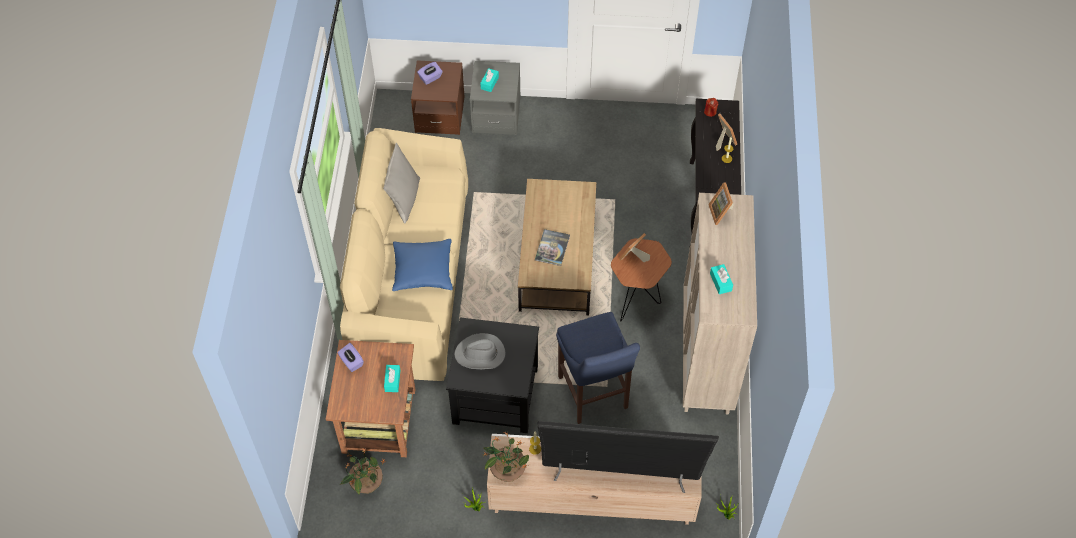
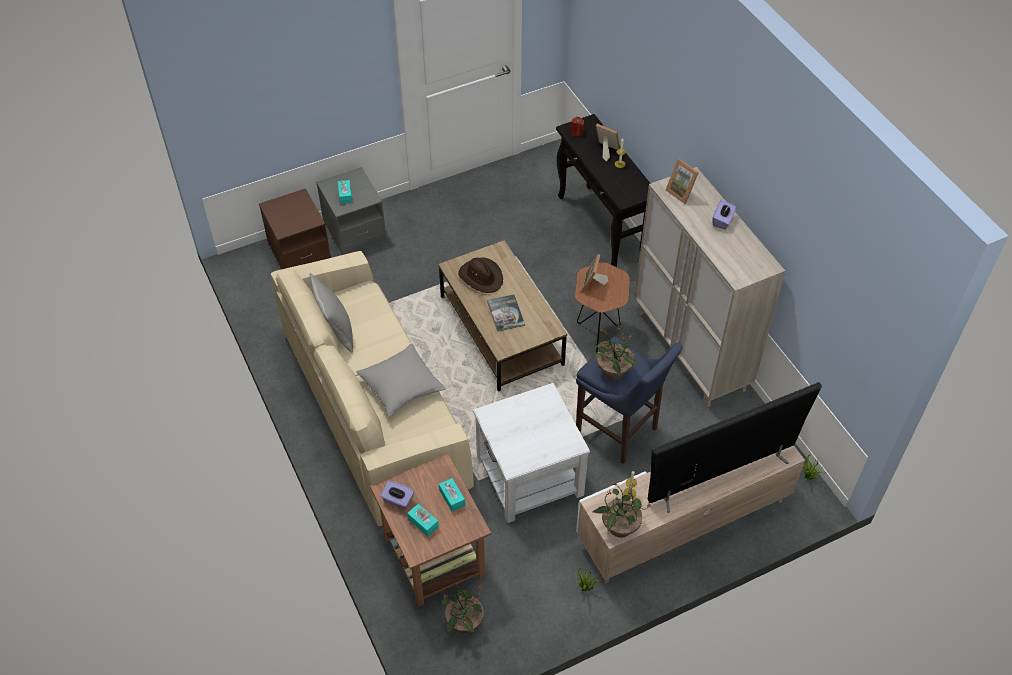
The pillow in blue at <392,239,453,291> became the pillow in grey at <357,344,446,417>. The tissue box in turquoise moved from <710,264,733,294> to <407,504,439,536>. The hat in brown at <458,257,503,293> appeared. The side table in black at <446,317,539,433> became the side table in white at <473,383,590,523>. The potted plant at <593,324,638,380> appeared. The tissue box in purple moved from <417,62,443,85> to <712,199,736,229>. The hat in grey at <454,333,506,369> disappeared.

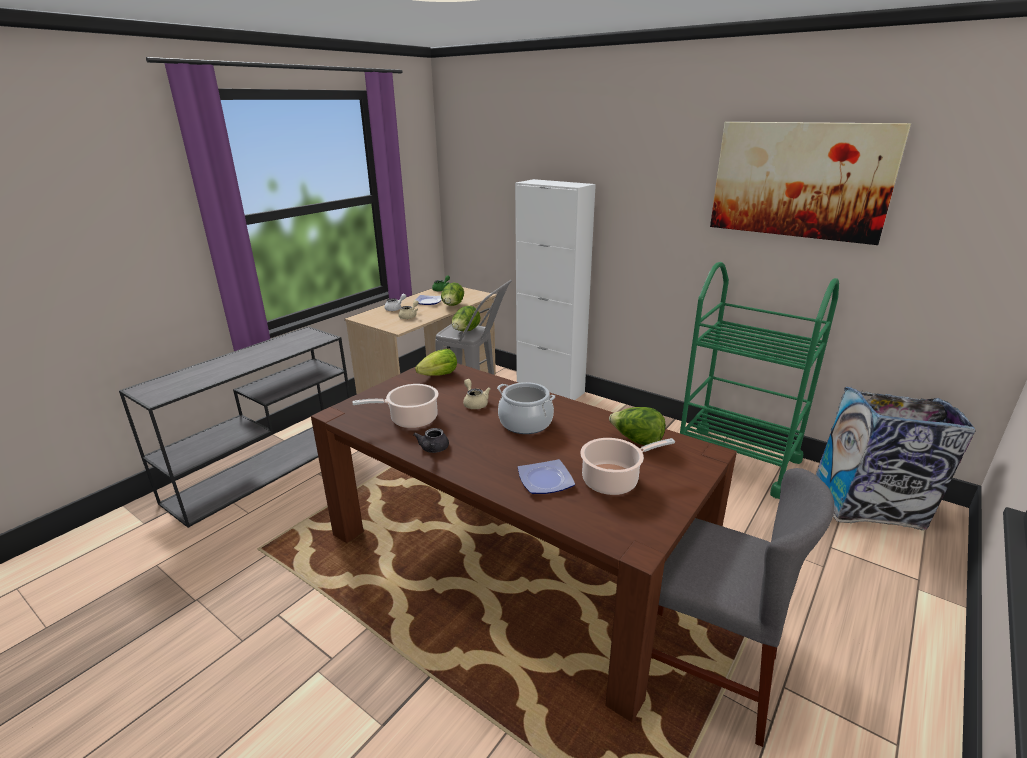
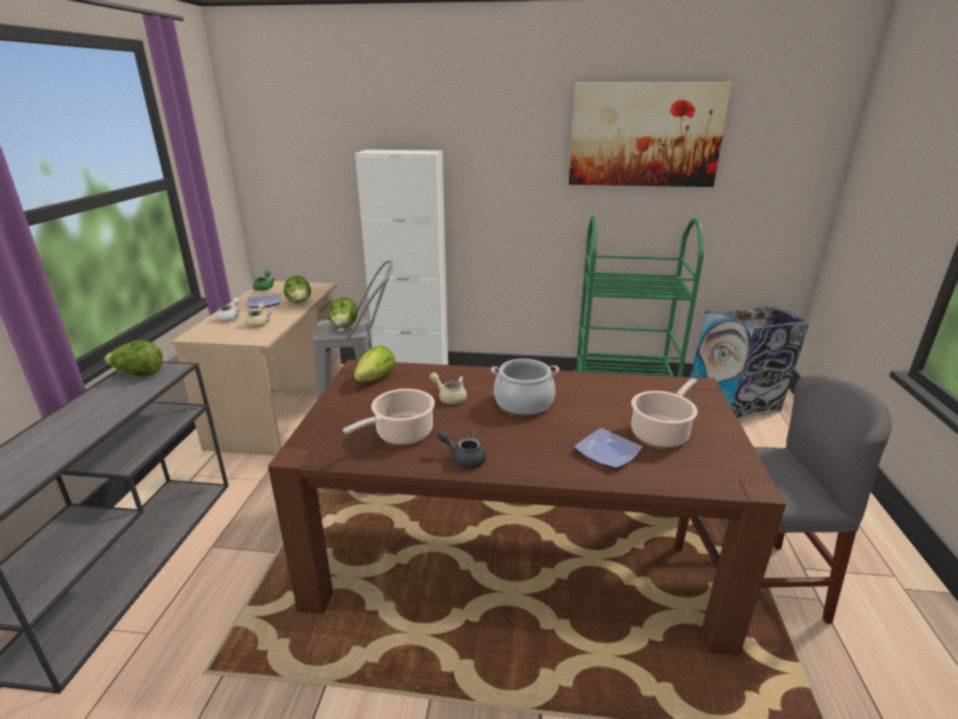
The lettuce moved from <609,407,666,445> to <104,340,163,376>. The teapot in grey at <413,428,449,453> turned 135 degrees clockwise.

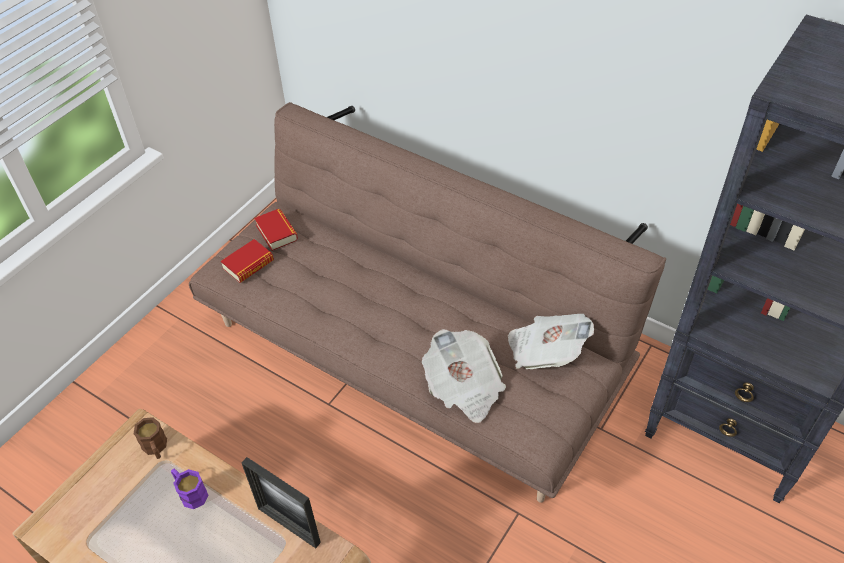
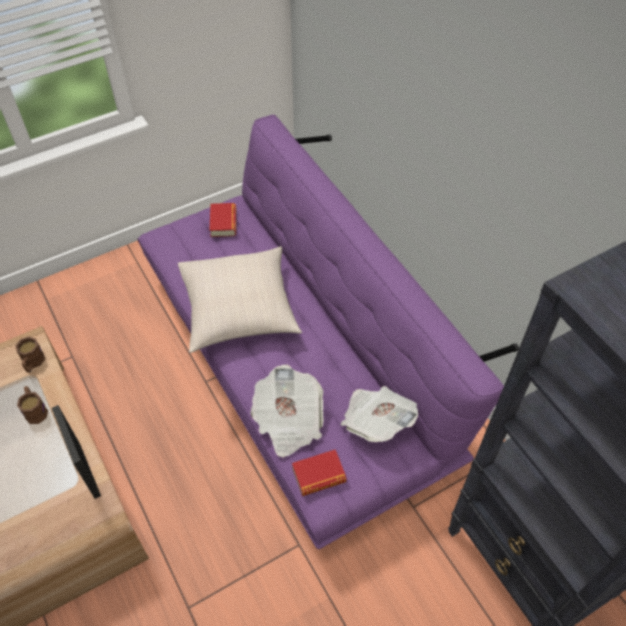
The mug in purple at <171,469,208,509> became the mug in brown at <17,386,48,424>. The sofa in brown at <189,102,666,503> became the sofa in purple at <138,115,519,549>. The pillow in beige at <178,246,302,353> appeared. The book moved from <221,239,274,283> to <292,449,347,496>.

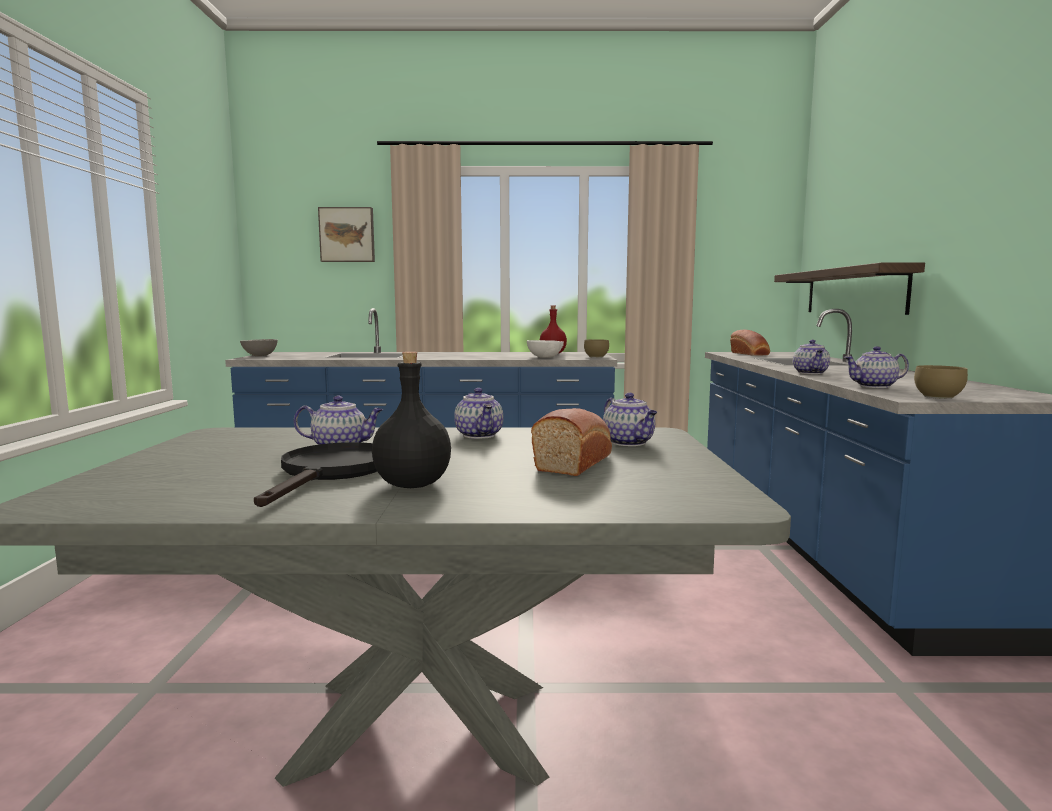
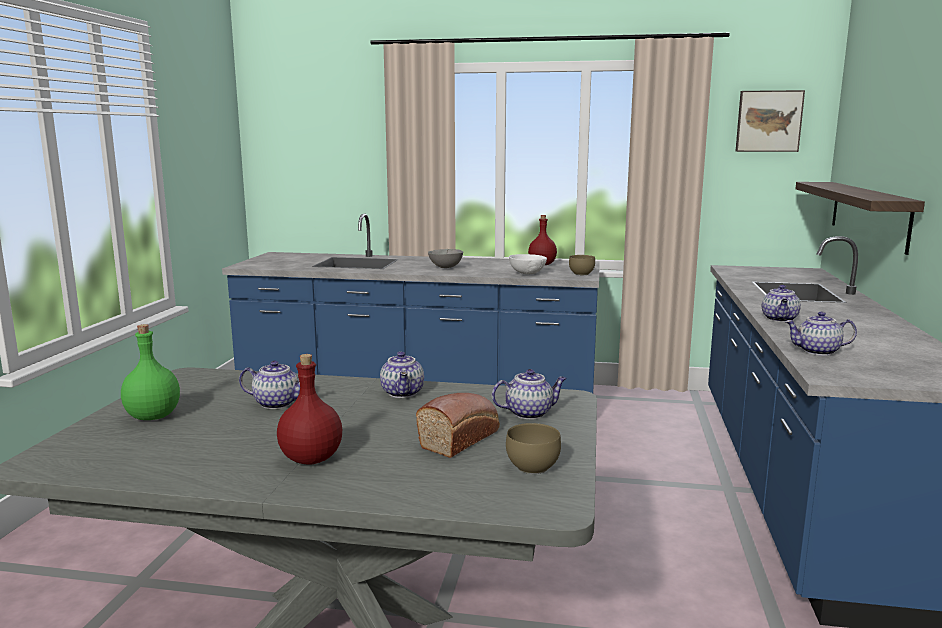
The bottle in green at <121,324,180,420> appeared. The bottle in black at <372,352,451,488> became the bottle in red at <277,354,342,465>. The bowl in grey moved from <240,339,278,356> to <428,249,463,268>. The teapot at <603,393,657,446> turned 90 degrees counterclockwise. The bowl in brown moved from <914,365,968,399> to <506,423,561,474>. The picture moved from <318,207,375,262> to <736,90,805,152>. The frying pan in black at <254,442,377,507> disappeared. The bread at <730,330,770,356> disappeared.

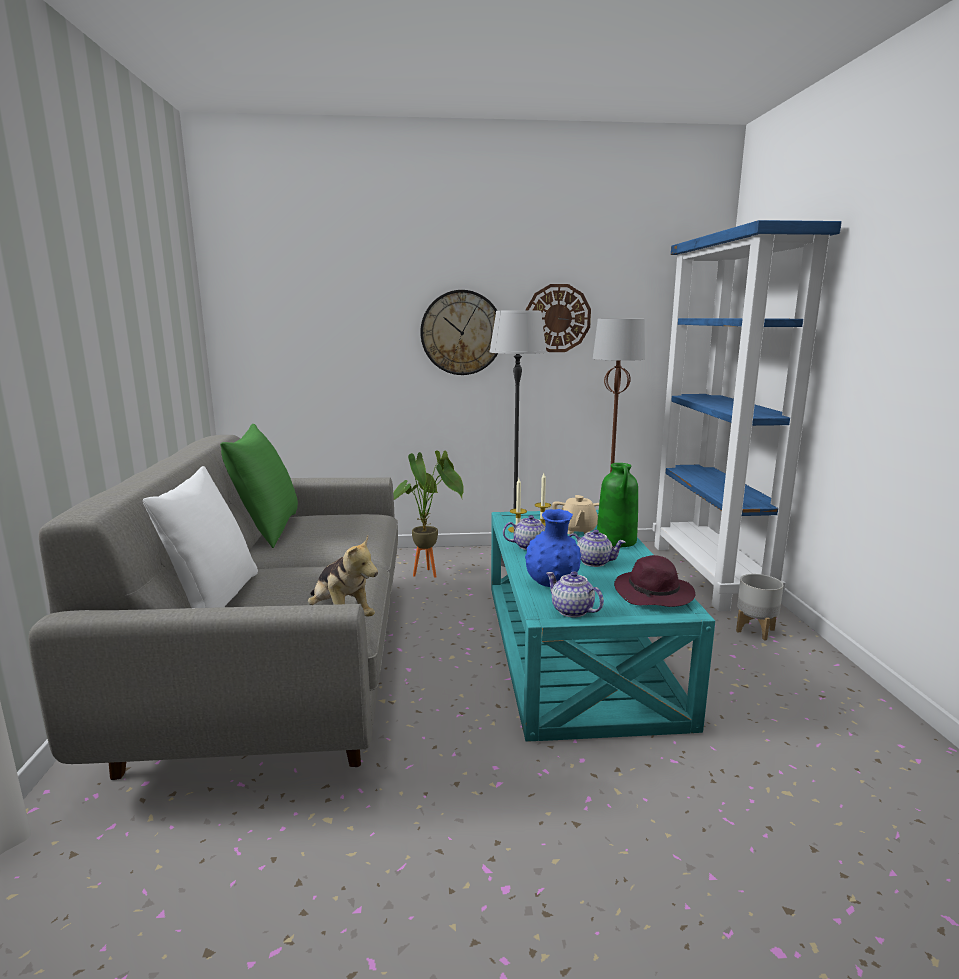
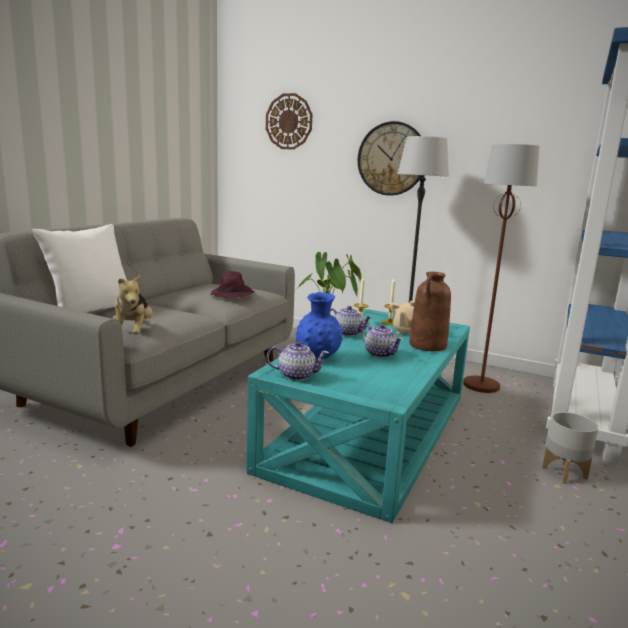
The hat in purple moved from <614,555,695,607> to <211,271,255,298>. The wall clock moved from <526,284,591,352> to <266,93,313,150>. The teapot at <546,571,604,617> turned 105 degrees clockwise. The vase in green at <597,463,638,547> became the vase in brown at <409,272,451,351>. The pillow in green at <220,424,298,548> disappeared.

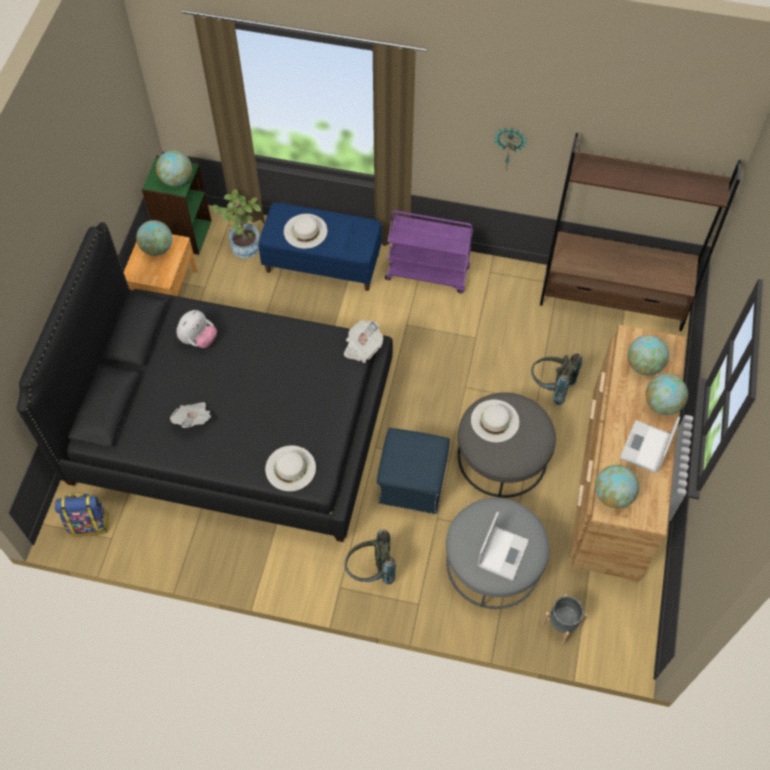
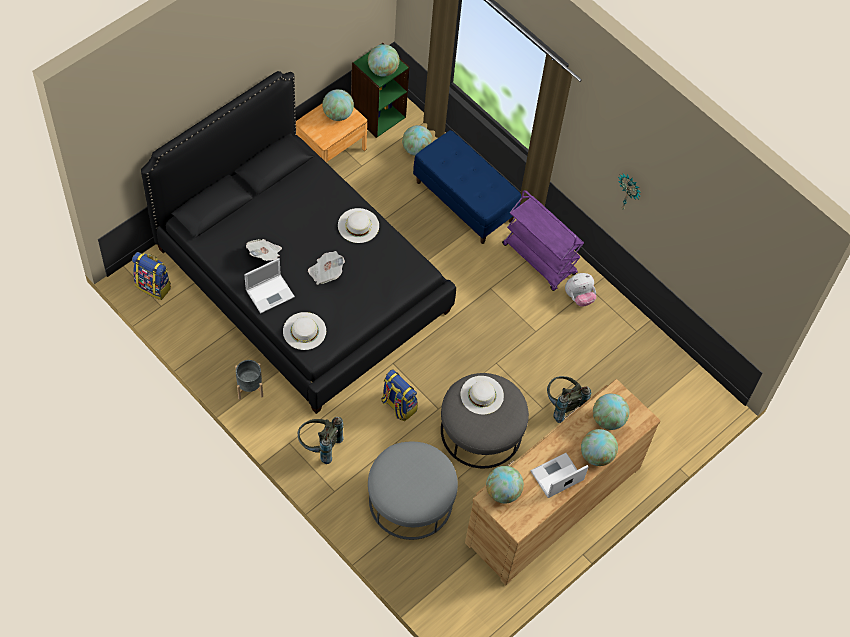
The planter in grey moved from <542,594,588,644> to <235,360,263,400>. The laptop moved from <477,512,529,581> to <244,258,295,313>. The newspaper moved from <344,320,383,363> to <308,251,345,285>. The hat in white moved from <284,214,327,249> to <338,208,379,243>. The ottoman in blue at <377,428,450,514> was replaced by the backpack at <382,370,418,421>. The potted plant at <211,189,261,258> was replaced by the globe at <402,125,433,156>. The plush toy moved from <176,310,217,348> to <565,273,596,307>. The bookcase in brown at <540,133,742,331> disappeared.

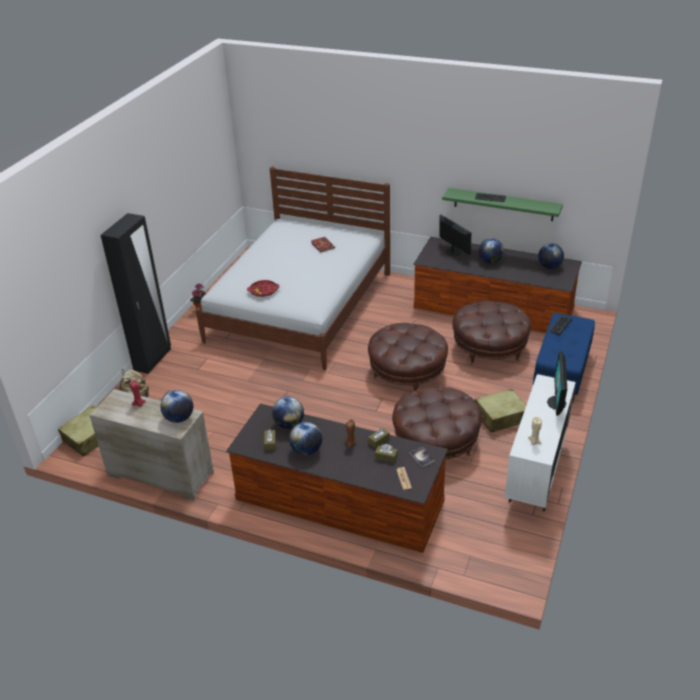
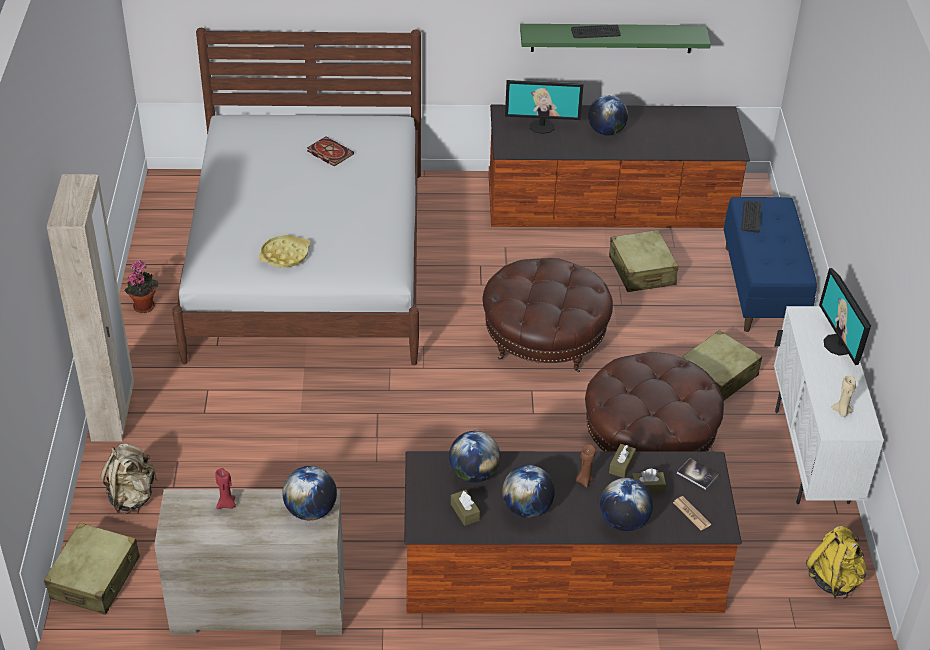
The wardrobe in black at <101,213,171,374> became the wardrobe in beige at <47,174,134,442>. The tray in red at <247,280,280,297> became the tray in yellow at <258,235,311,268>. The monitor at <439,215,471,256> turned 150 degrees clockwise. The globe moved from <538,243,564,269> to <600,478,653,531>. The ottoman in brown at <452,300,532,365> was replaced by the suitcase in beige at <609,230,679,292>. The backpack in yellow at <806,526,867,599> appeared.

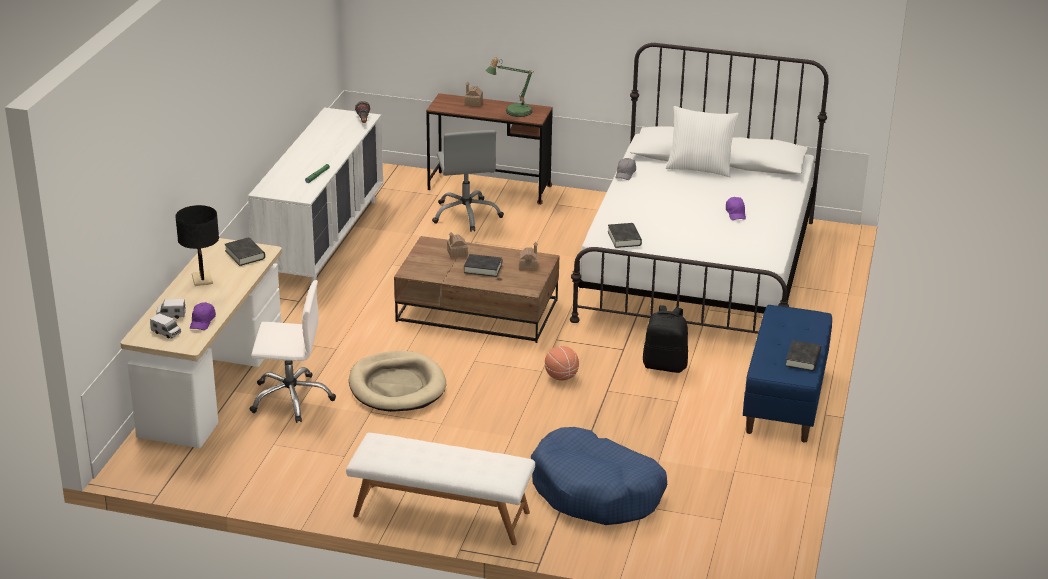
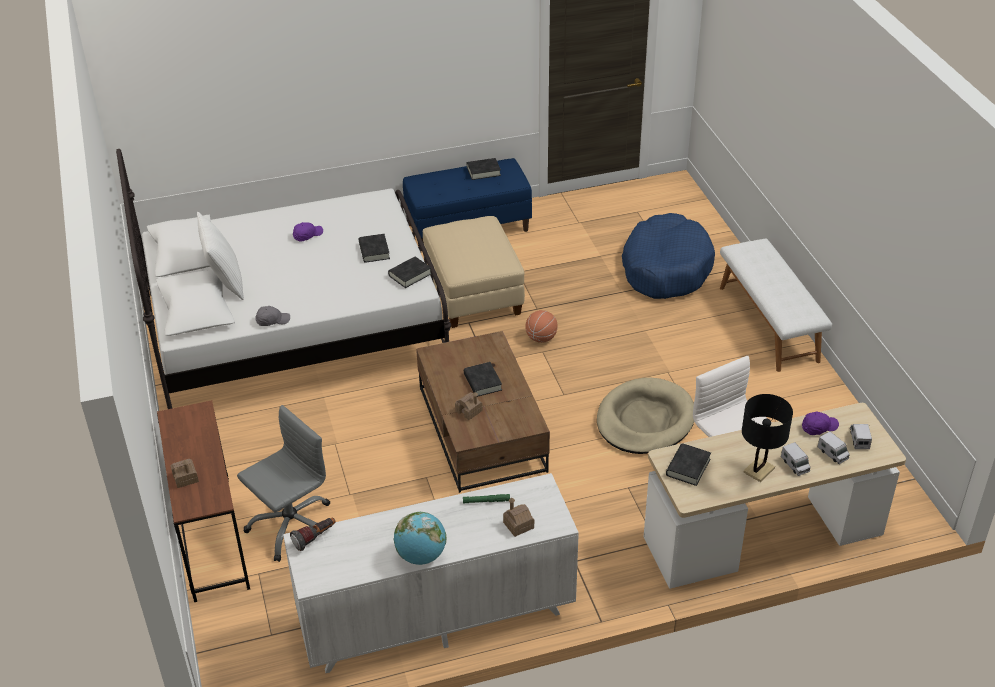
The book in black at <359,234,390,263> appeared. The globe at <394,512,446,565> appeared. The backpack in black at <643,305,688,373> was replaced by the ottoman in beige at <423,216,525,328>. The toy house moved from <519,242,538,270> to <503,498,534,537>. The toy truck at <781,442,811,476> appeared. The table lamp at <485,58,534,117> disappeared.

